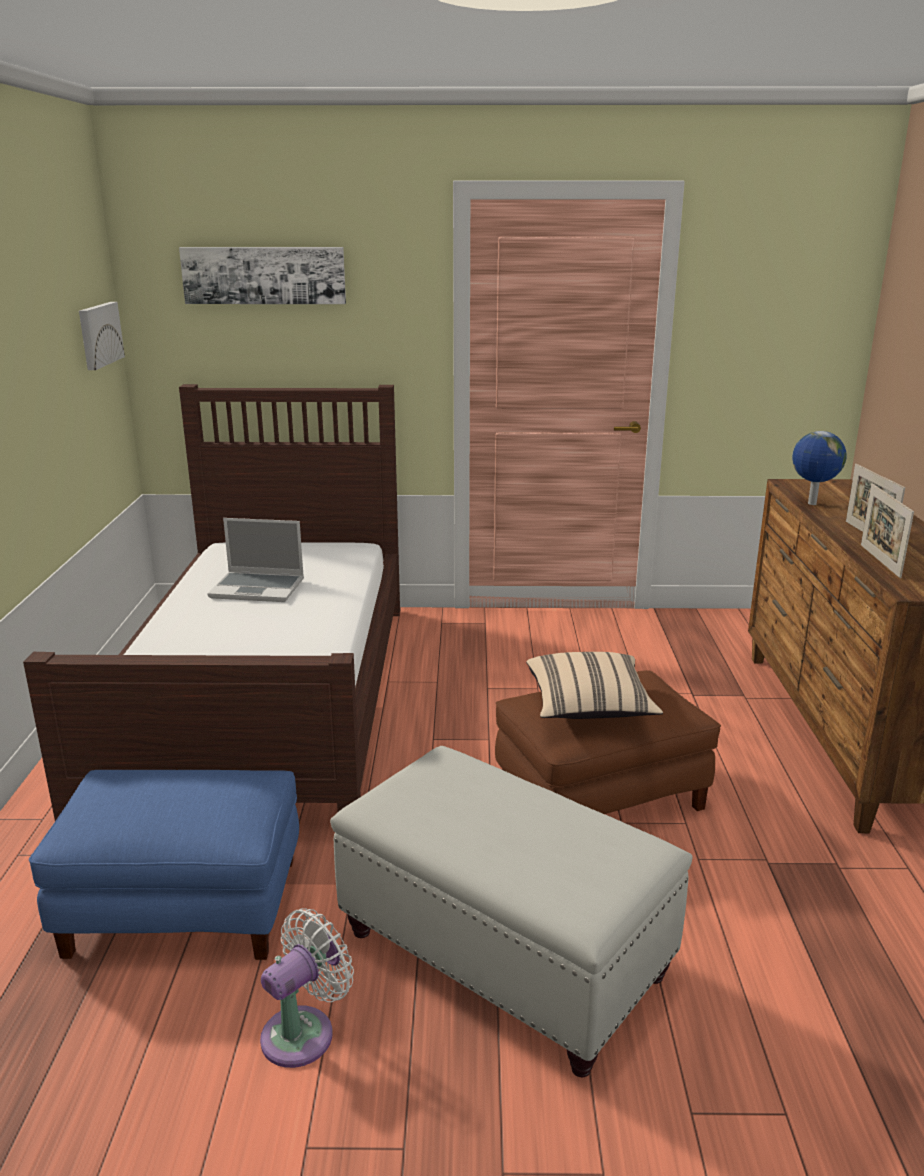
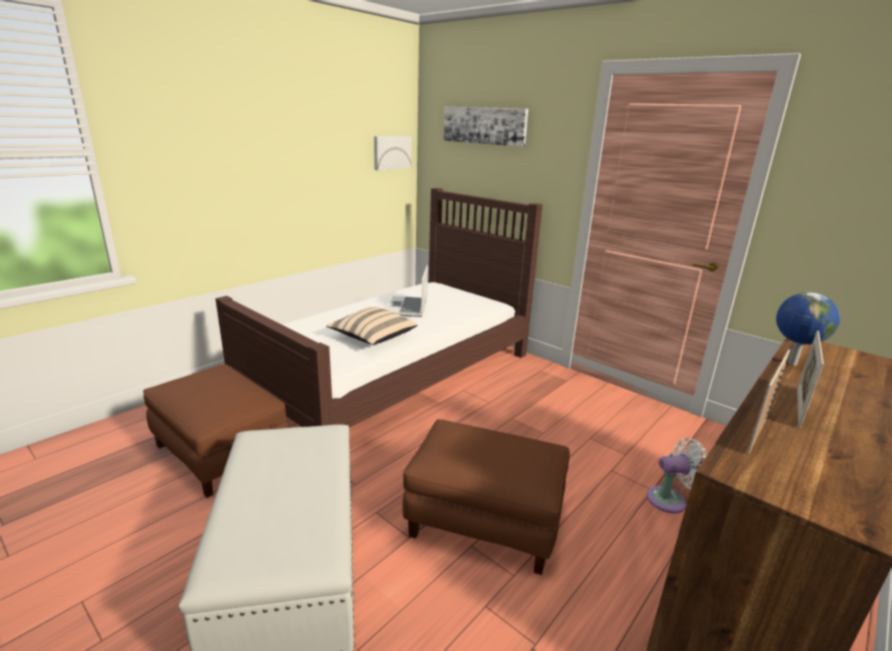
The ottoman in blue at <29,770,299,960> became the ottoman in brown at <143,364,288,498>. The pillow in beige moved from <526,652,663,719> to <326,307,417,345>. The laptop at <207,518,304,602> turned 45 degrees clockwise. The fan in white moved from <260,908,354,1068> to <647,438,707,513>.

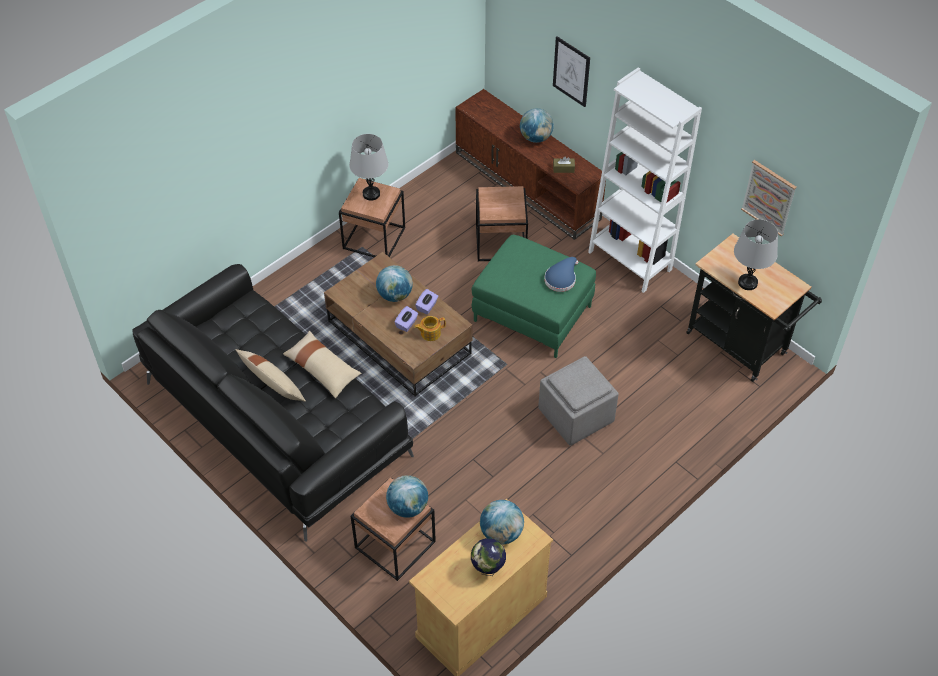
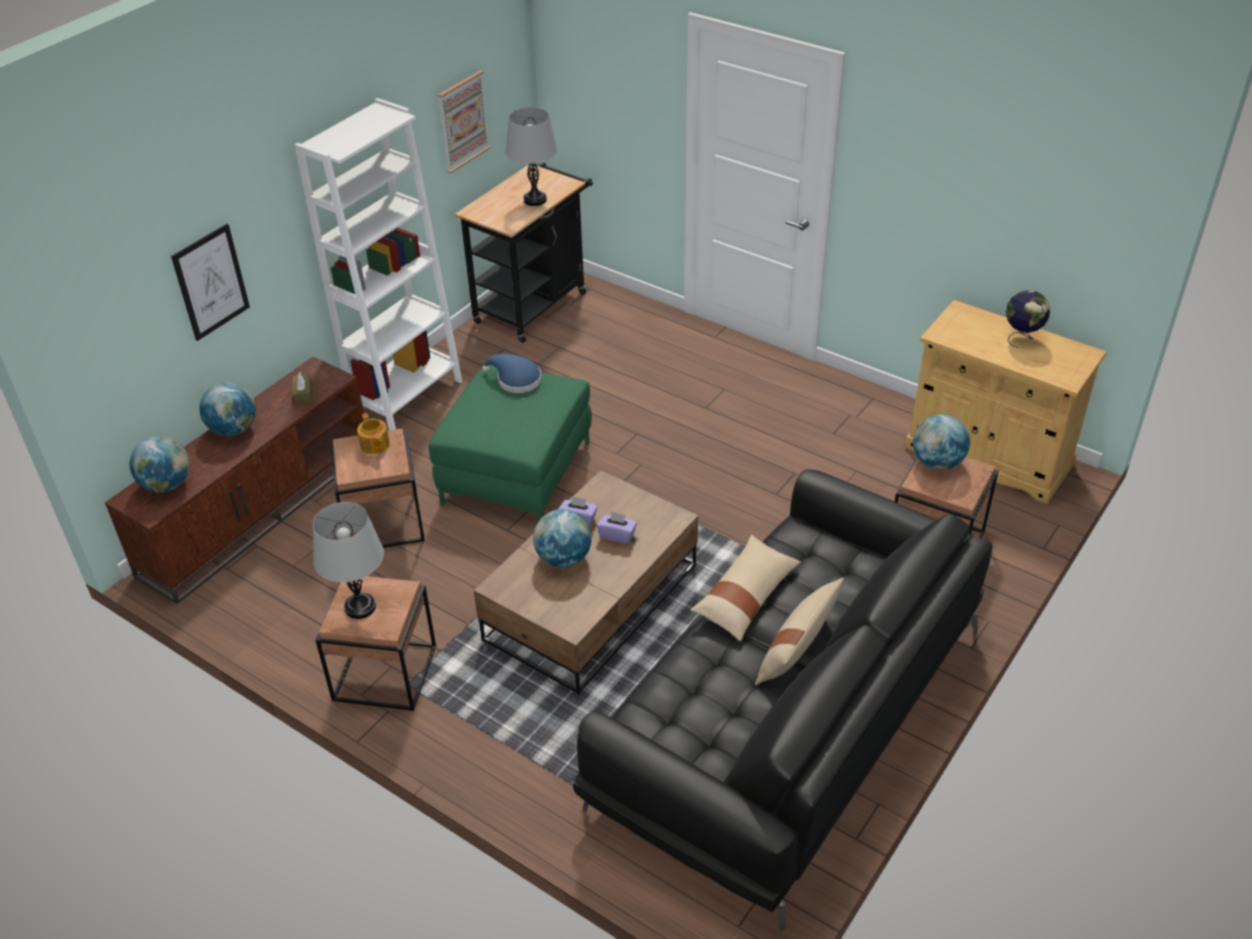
The globe moved from <480,500,524,544> to <130,436,190,492>. The teapot moved from <414,316,446,341> to <357,413,390,454>. The ottoman in grey at <538,356,619,446> disappeared.

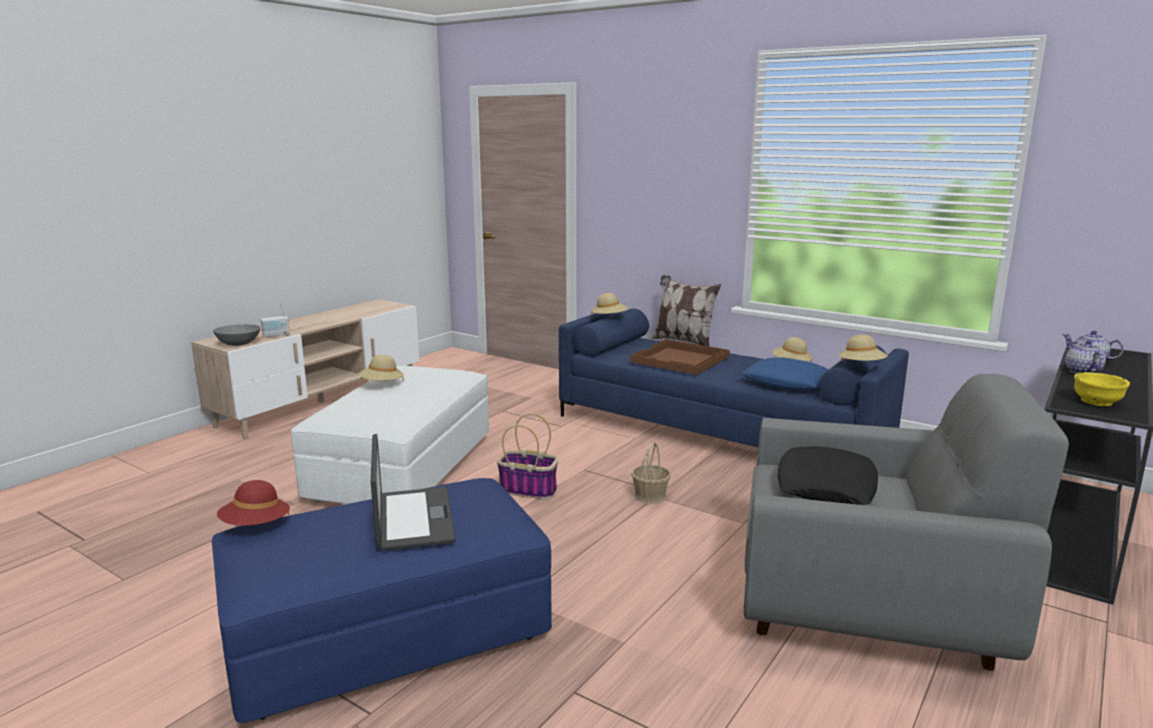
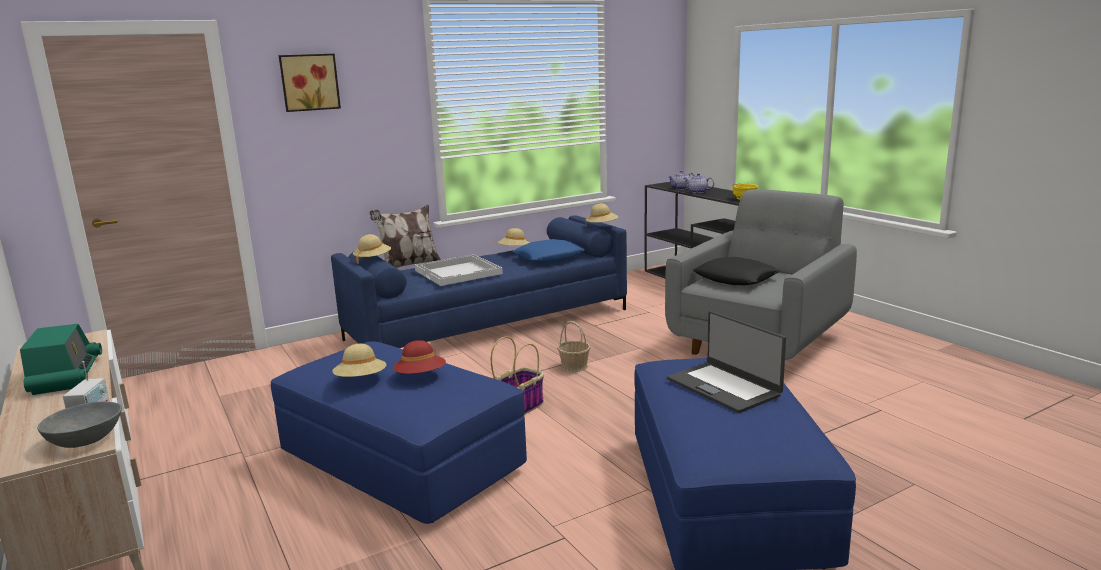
The radio at <20,324,102,395> appeared. The ottoman in white at <291,366,489,504> became the ottoman in blue at <271,341,527,524>. The picture at <279,54,341,112> appeared. The hat in red moved from <217,480,290,526> to <393,340,446,374>. The tray in brown at <630,339,730,375> became the tray in white at <415,254,503,286>. The laptop at <371,434,455,551> turned 135 degrees counterclockwise.

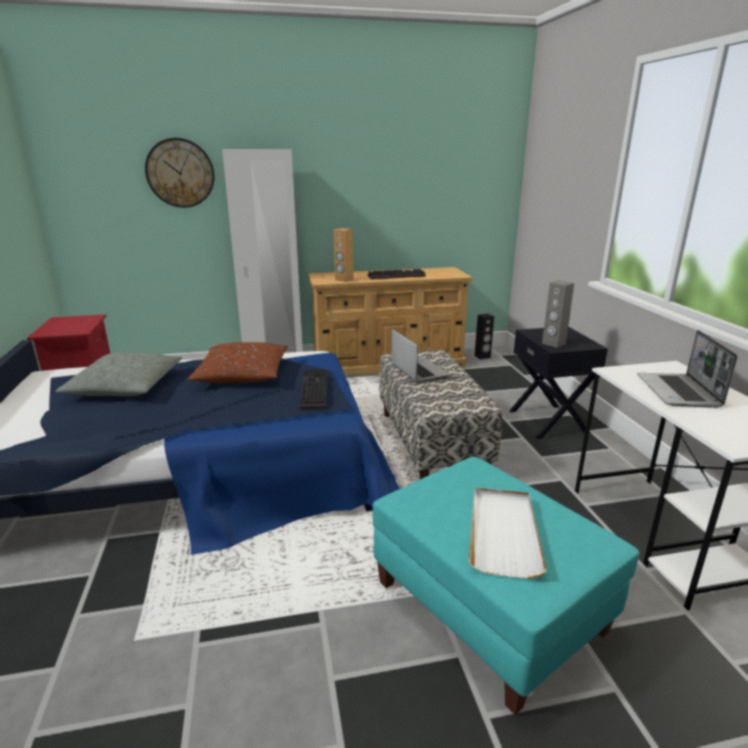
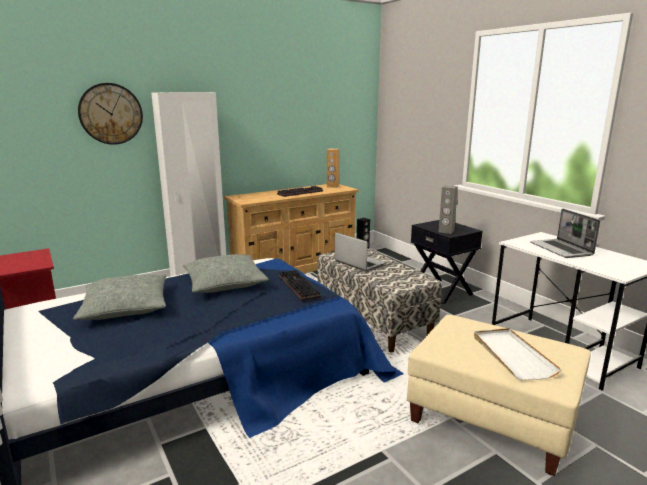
The pillow in brown at <188,342,288,383> became the pillow in grey at <183,254,269,293>. The speaker in brown moved from <334,228,354,282> to <327,149,339,188>. The ottoman in turquoise at <373,457,640,715> became the ottoman in beige at <407,315,591,476>.

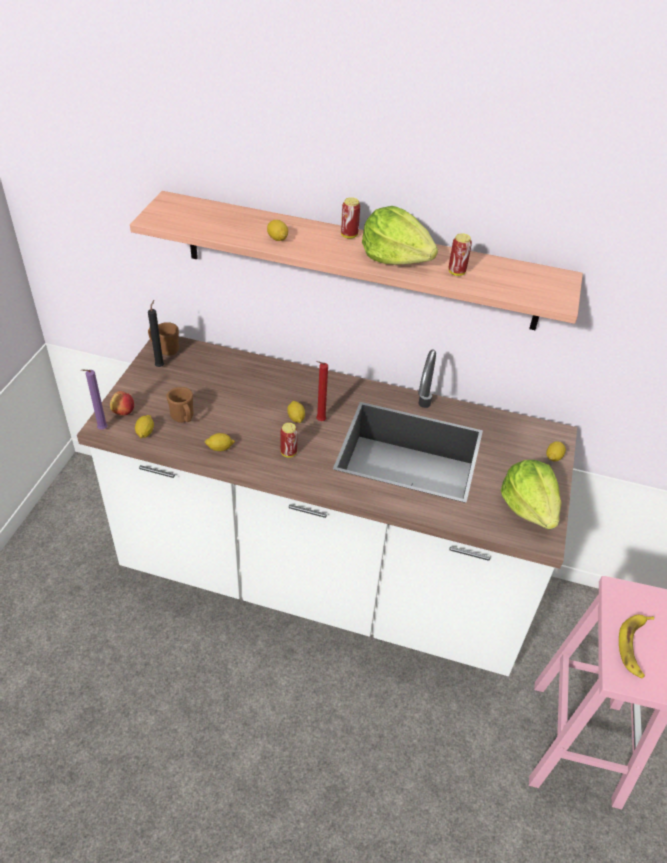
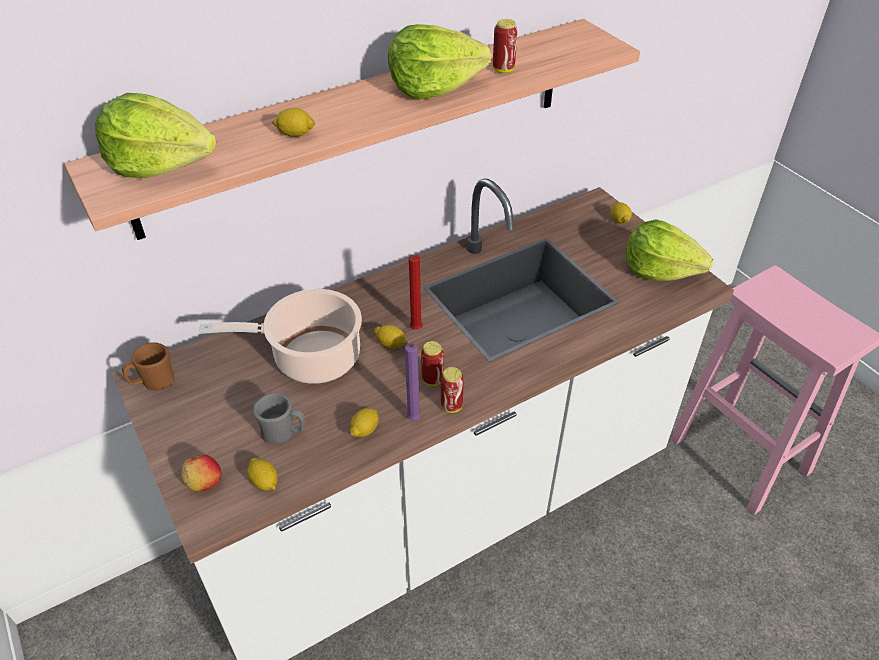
The lettuce at <95,93,216,178> appeared. The cooking pot at <199,289,362,384> appeared. The mug in brown at <166,387,194,423> became the mug in grey at <253,393,305,443>. The candle in purple moved from <81,369,108,429> to <405,343,421,420>. The can moved from <341,197,360,239> to <441,367,464,413>. The candle in black at <148,300,164,367> disappeared. The banana at <619,615,654,678> disappeared.

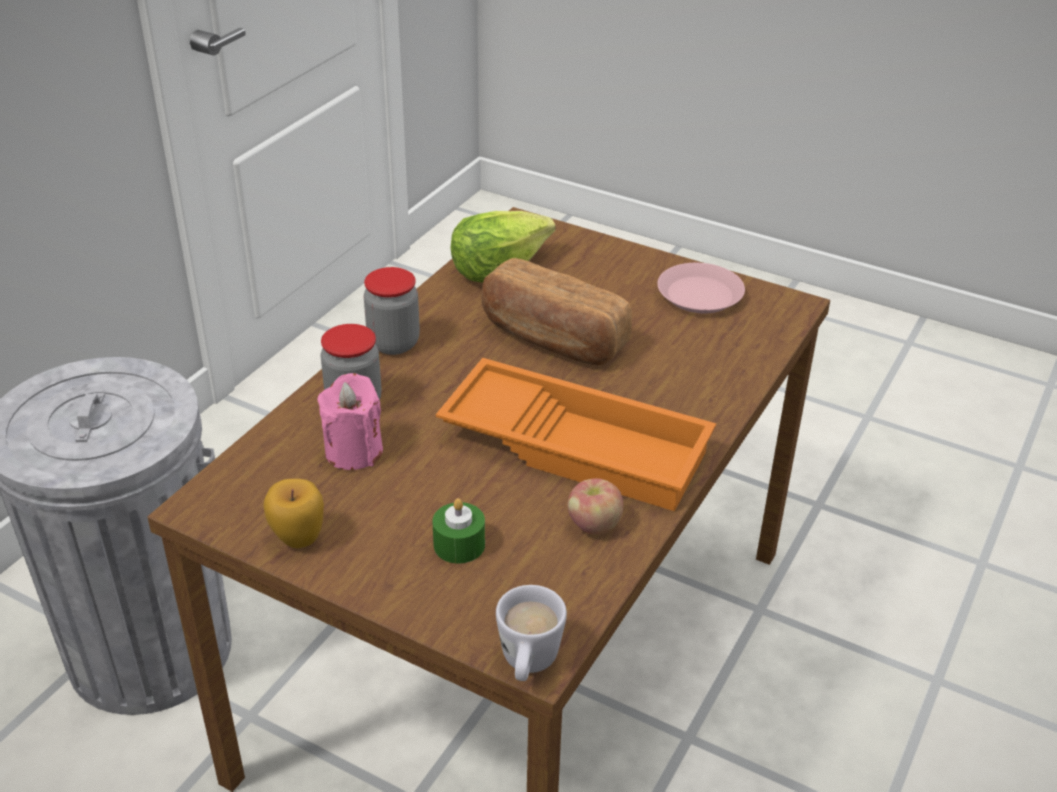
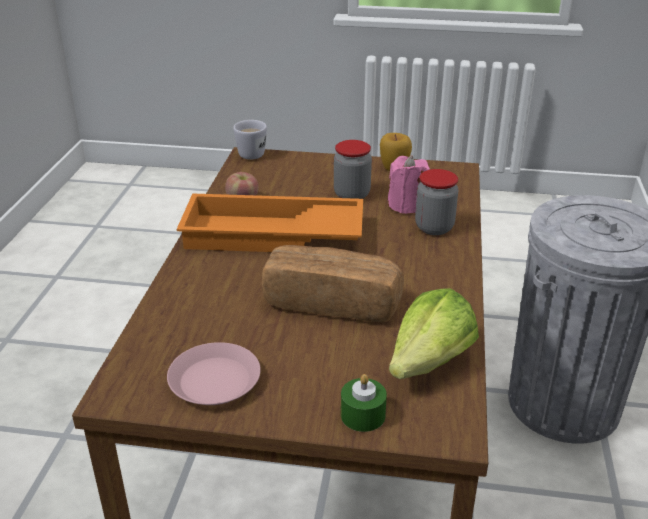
The jar moved from <364,267,420,355> to <334,140,372,199>. The candle in green moved from <432,498,485,563> to <341,374,387,432>.

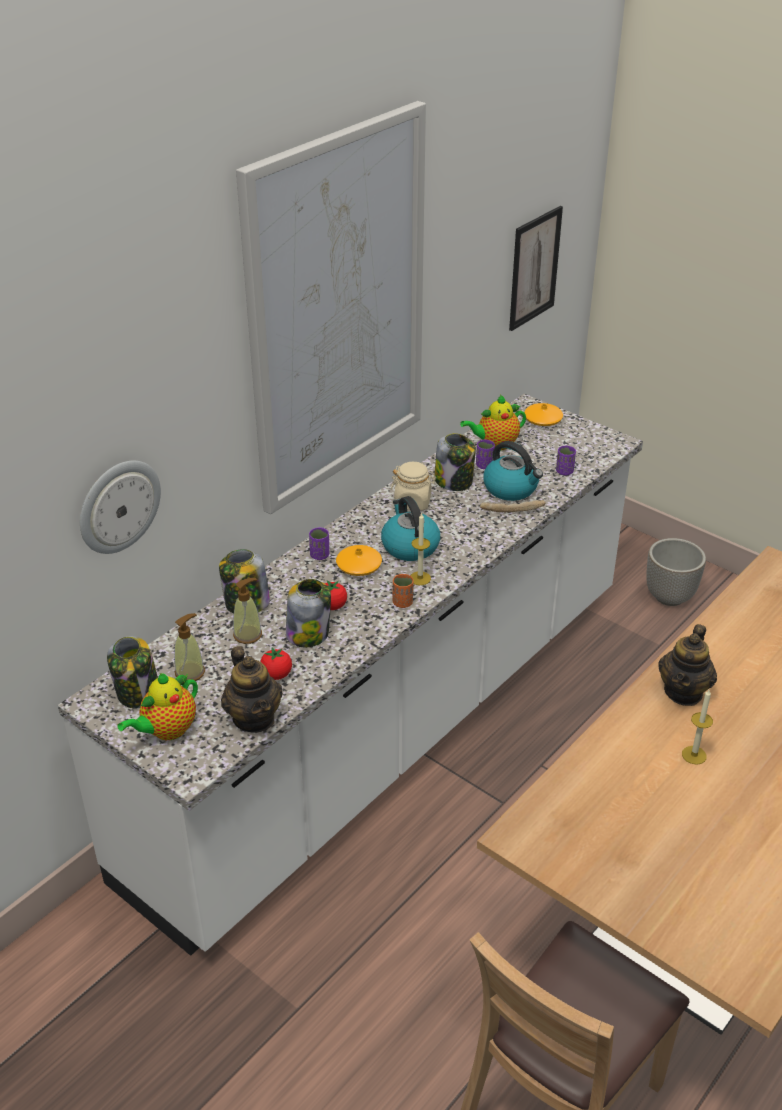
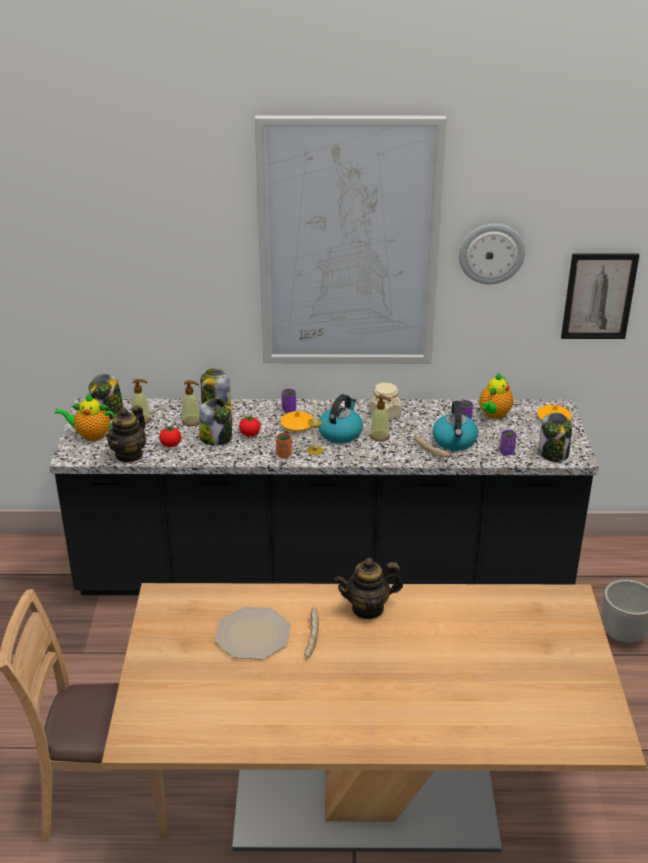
The counter in white at <58,394,643,956> became the counter in black at <49,398,599,595>. The plate at <215,607,291,660> appeared. The candle at <682,690,713,765> was replaced by the bread at <304,607,319,658>. The soap dispenser at <370,395,391,442> appeared. The wall clock moved from <80,461,161,554> to <459,224,525,284>. The teapot at <460,395,526,451> turned 90 degrees counterclockwise. The jar moved from <435,433,475,491> to <539,412,572,462>.

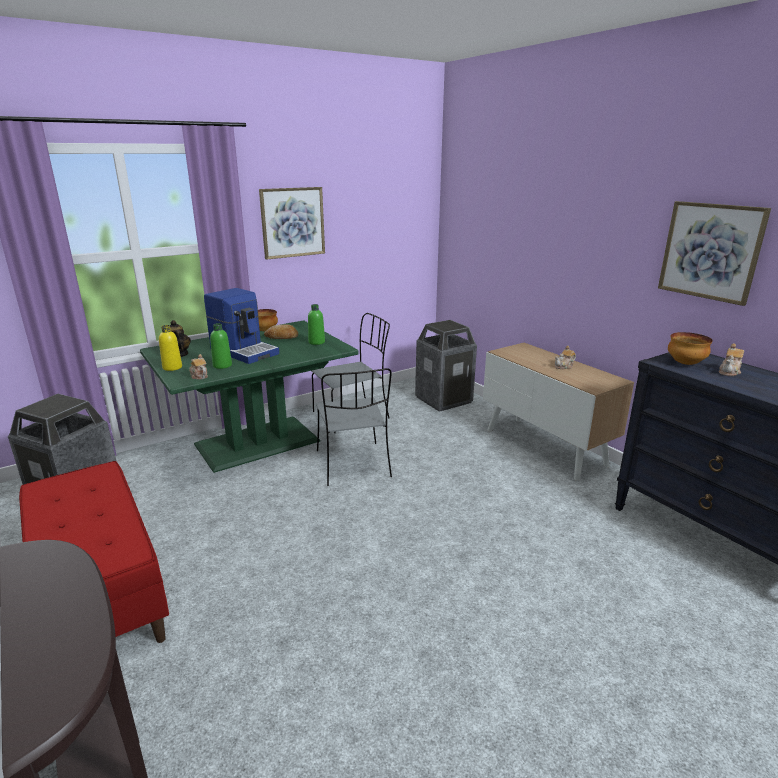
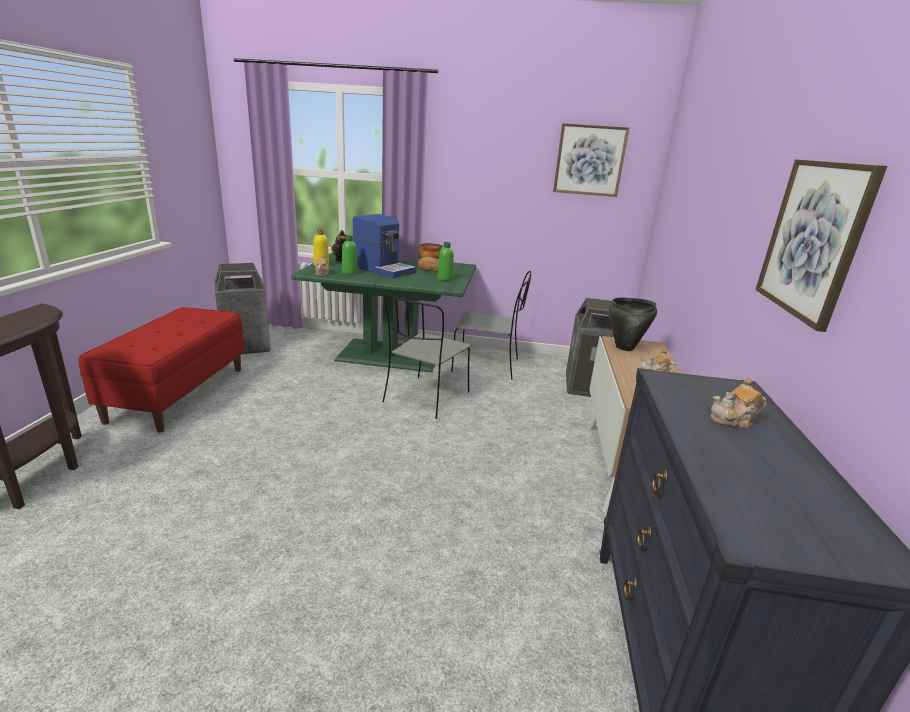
The coffee machine at <204,288,279,364> turned 45 degrees counterclockwise. The picture moved from <259,187,325,260> to <553,123,629,197>. The cooking pot in black at <608,298,657,351> appeared. The bowl at <668,332,713,365> disappeared.

